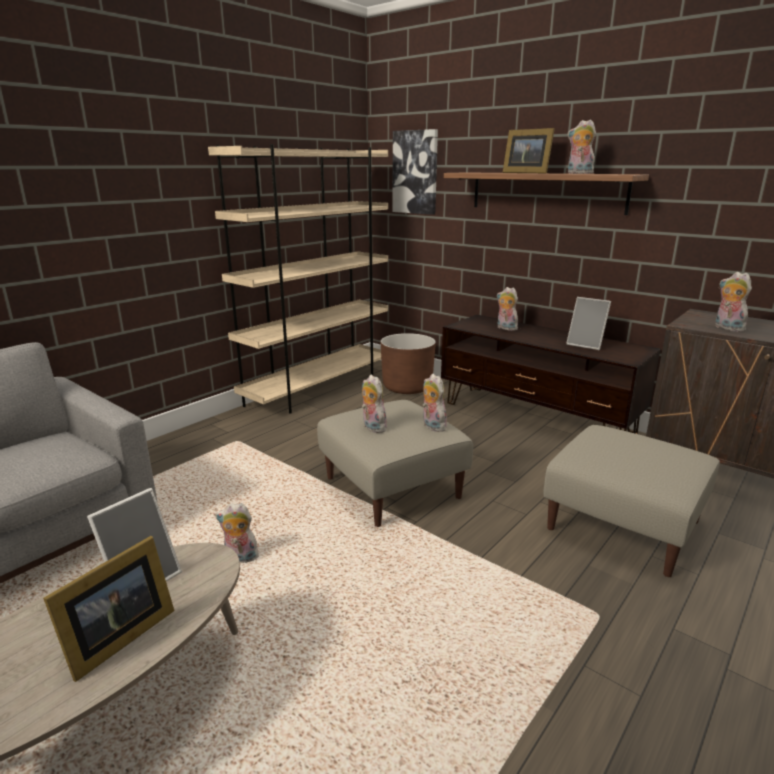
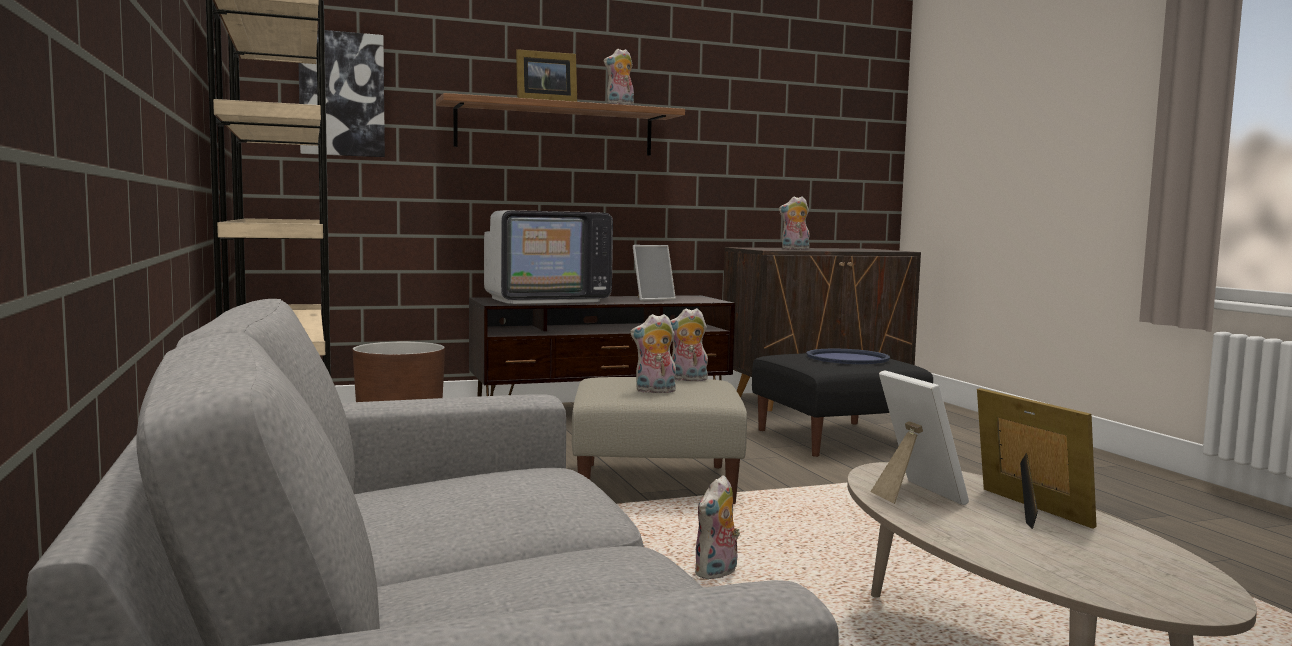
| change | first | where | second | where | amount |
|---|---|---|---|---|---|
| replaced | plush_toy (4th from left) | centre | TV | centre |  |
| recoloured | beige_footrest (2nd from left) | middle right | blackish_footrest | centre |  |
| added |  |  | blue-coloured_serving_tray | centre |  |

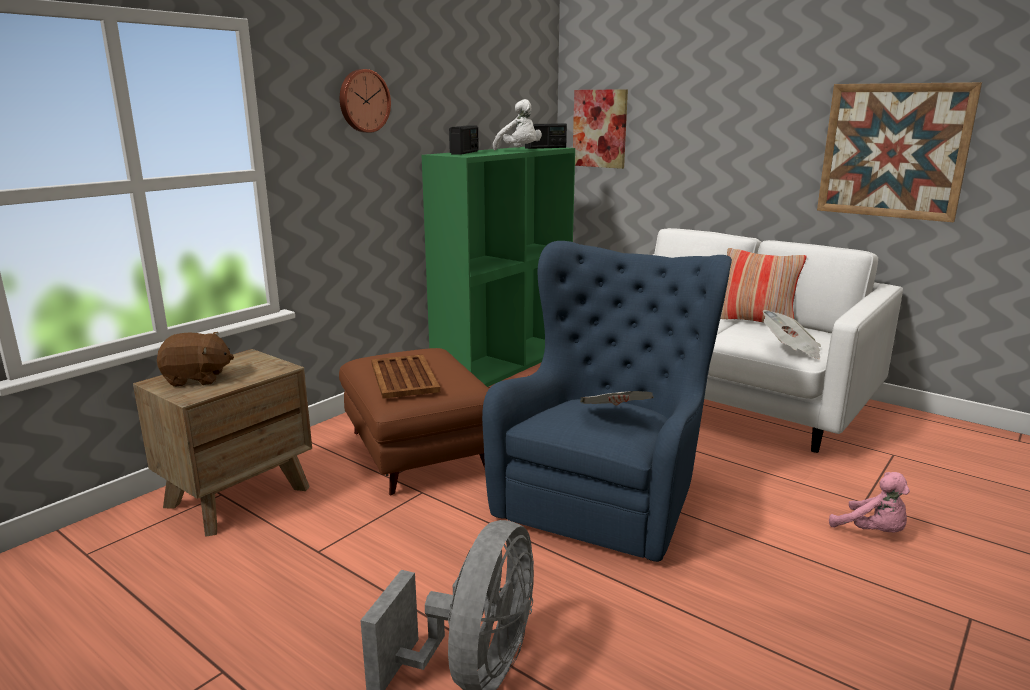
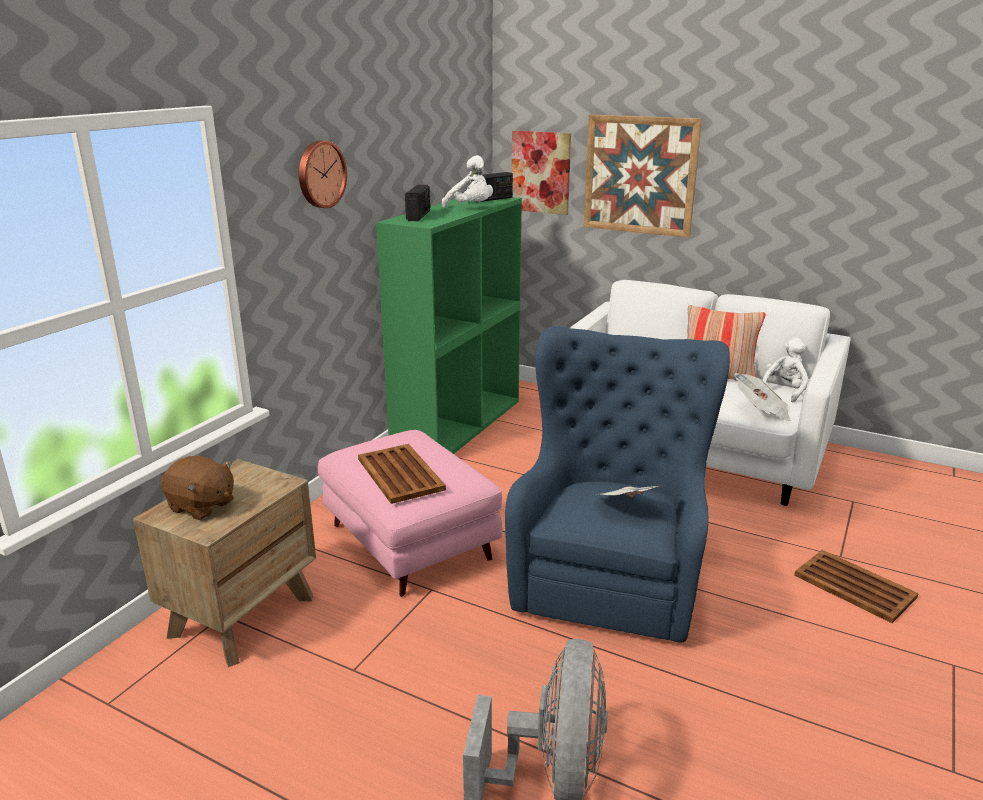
| change | first | where | second | where | amount |
|---|---|---|---|---|---|
| moved | wall_art (2nd from left) | top right |  | top centre |  |
| turned | brown-coloured_plush_toy | middle left |  | middle left | 45 degrees clockwise |
| recoloured | brown-coloured_footrest | centre | pink-coloured_footrest | centre |  |
| replaced | pink-coloured_plush_toy | bottom right | brown-coloured_serving_tray (2nd from left) | bottom right |  |
| added |  |  | whitish_plush_toy (2nd from left) | middle right |  |

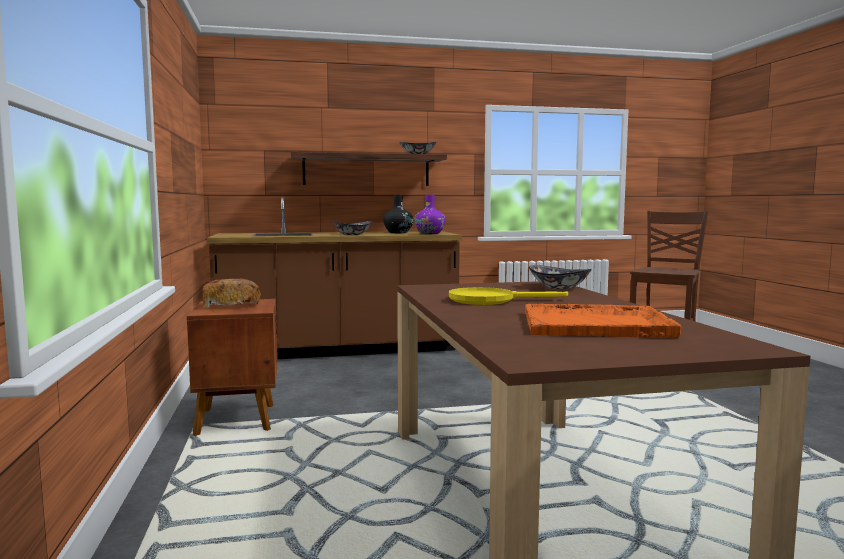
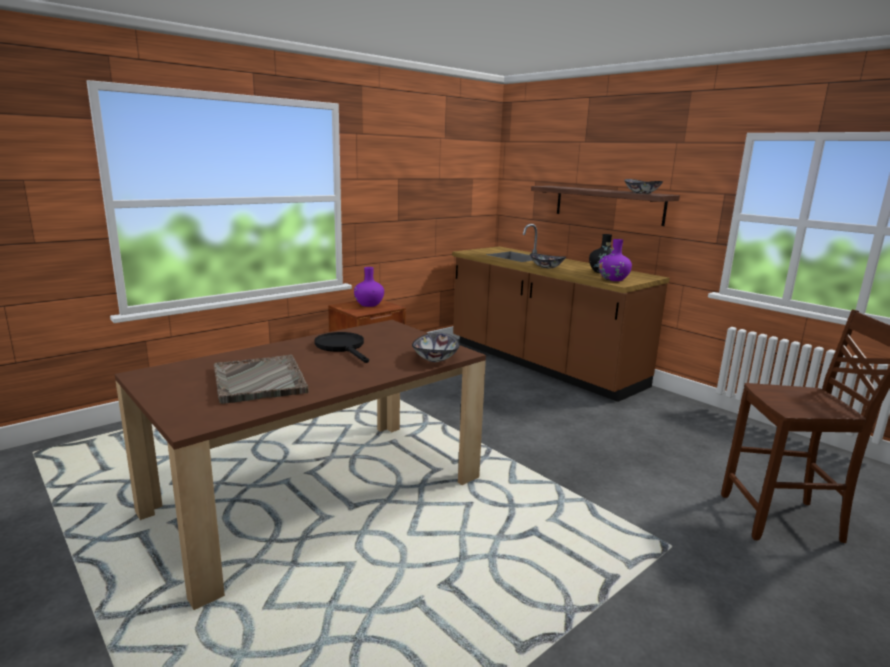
| change | first | where | second | where | amount |
|---|---|---|---|---|---|
| replaced | bread | middle left | purple-coloured_decorative_vase (1st from left) | centre |  |
| recoloured | yellowish_skillet | centre | blackish_skillet | centre |  |
| recoloured | orange_serving_tray | middle right | greyish_serving_tray | middle left |  |

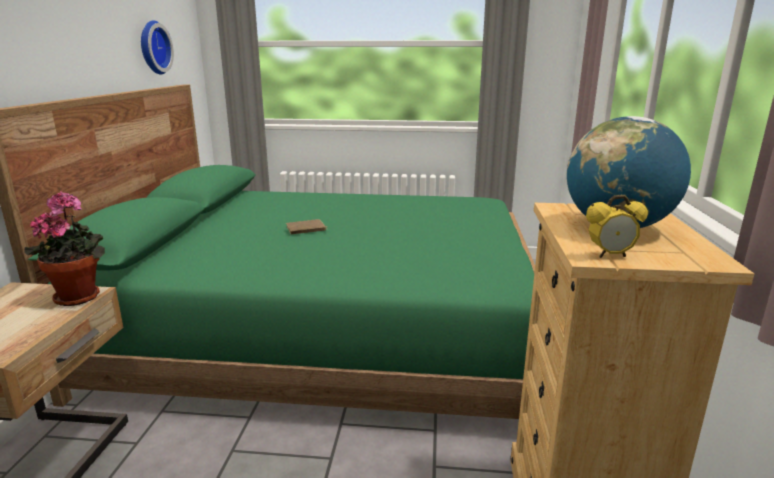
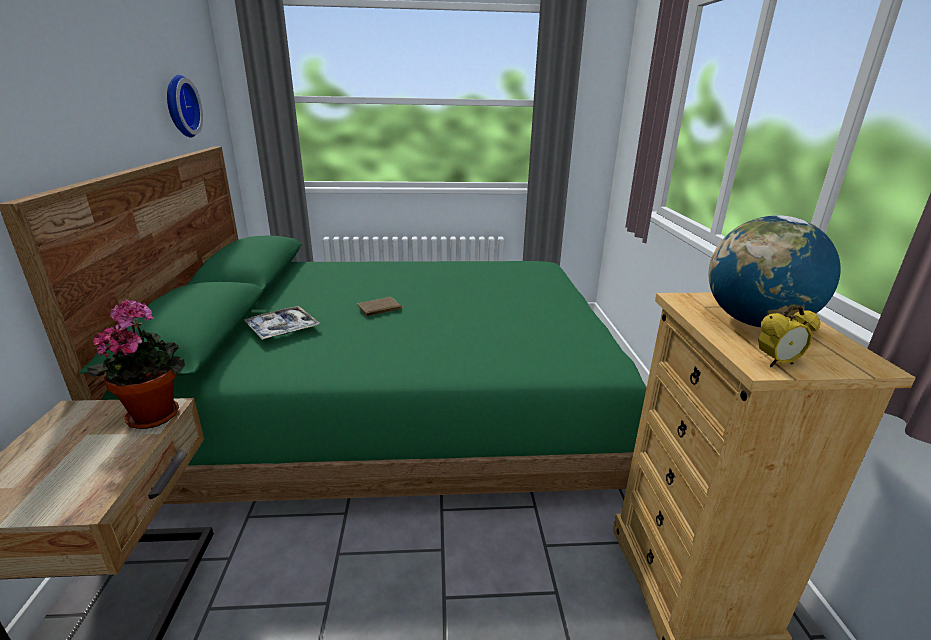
| change | first | where | second | where | amount |
|---|---|---|---|---|---|
| added |  |  | serving_tray | middle left |  |

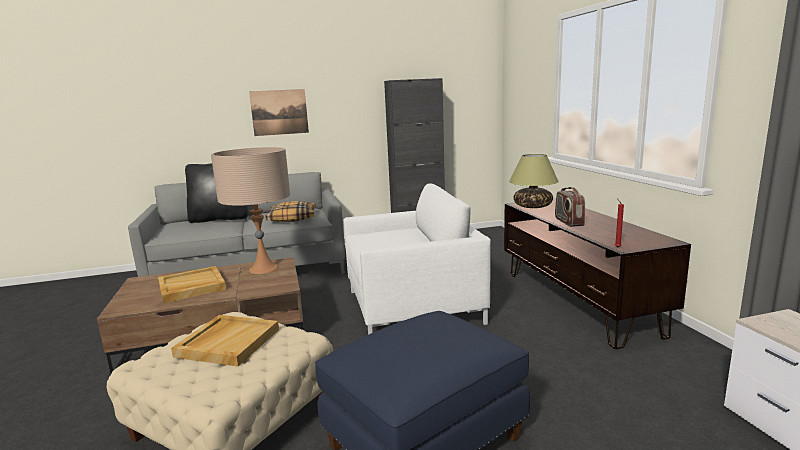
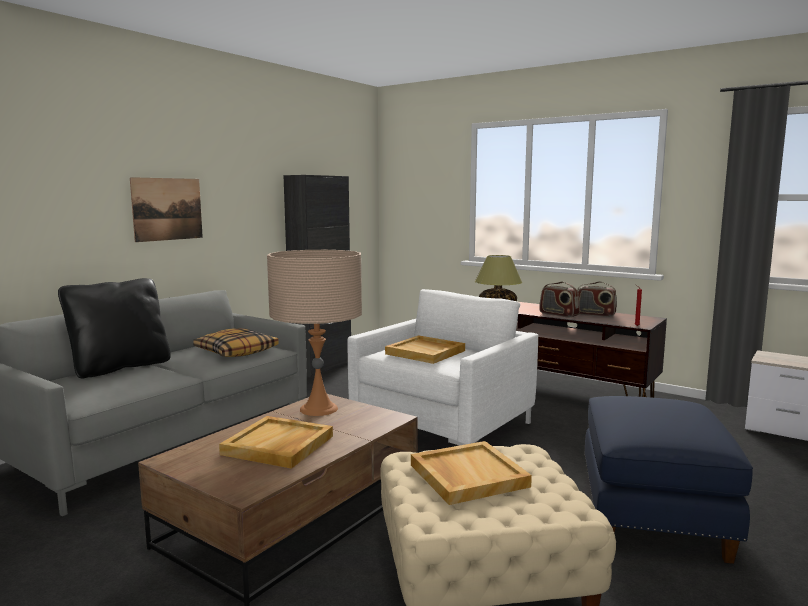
| change | first | where | second | where | amount |
|---|---|---|---|---|---|
| added |  |  | radio_set (2nd from left) | middle right |  |
| added |  |  | beige_serving_tray (2nd from left) | centre |  |

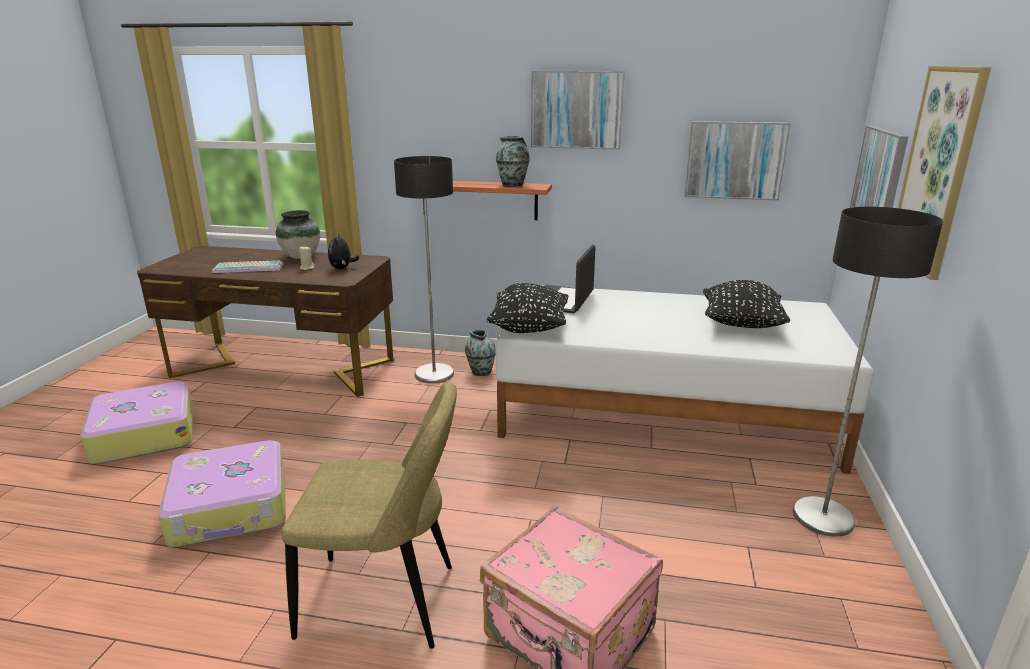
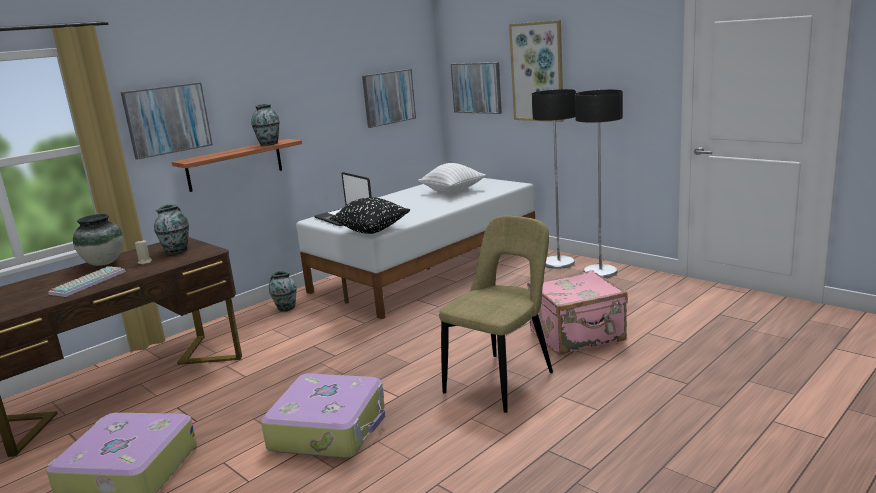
| change | first | where | second | where | amount |
|---|---|---|---|---|---|
| moved | wall_art (1st from left) | top centre |  | top left |  |
| moved | standard_lamp (1st from left in the first image) | centre | standard_lamp (2nd from left) | middle right |  |
| replaced | plush_toy | middle left | decorative_vase (2nd from left) | middle left |  |
| recoloured | blackish_pillow (2nd from left) | middle right | whitish_pillow | centre |  |

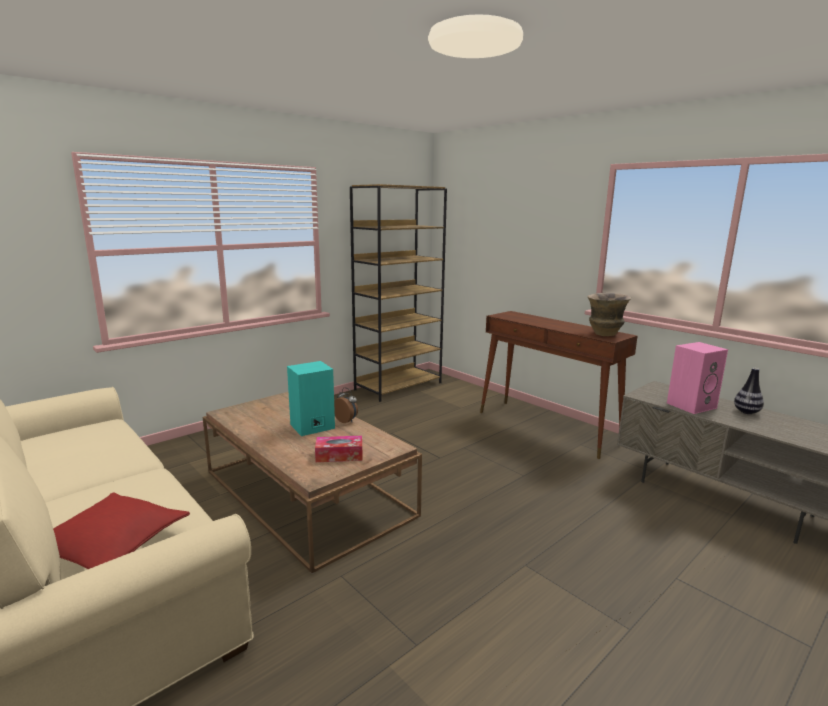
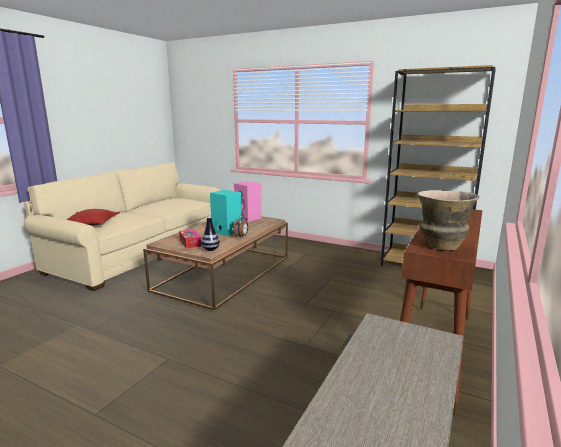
| change | first | where | second | where | amount |
|---|---|---|---|---|---|
| moved | pink-coloured_speaker | middle right |  | centre |  |
| moved | decorative_vase (2nd from left in the first image) | middle right | decorative_vase (1st from left) | centre |  |

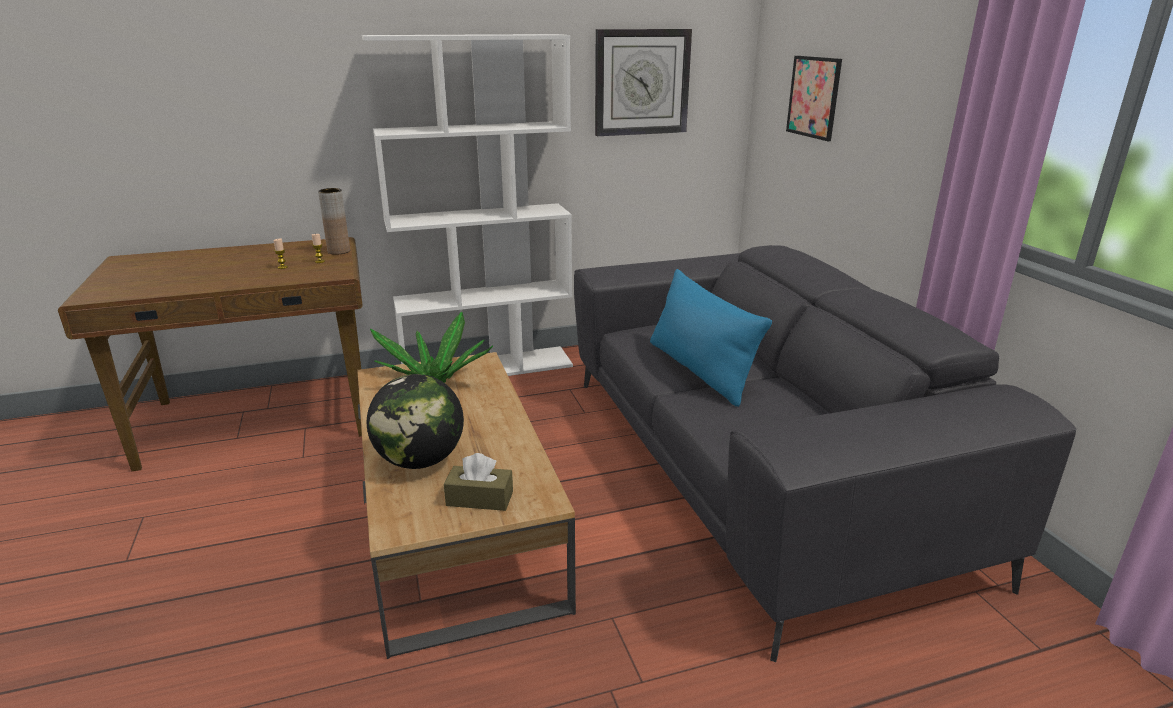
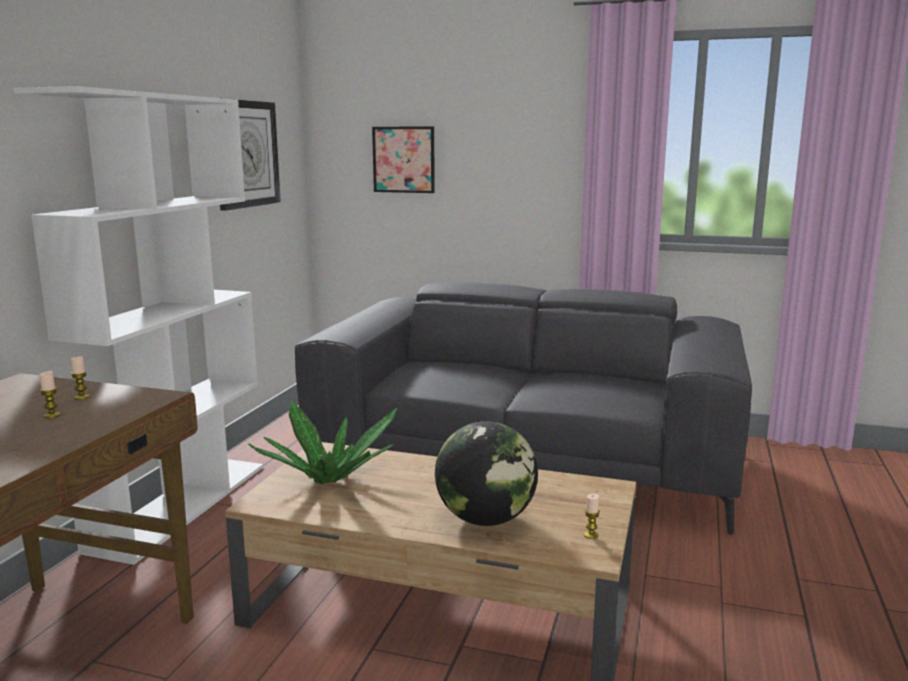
| change | first | where | second | where | amount |
|---|---|---|---|---|---|
| removed | brown-coloured_decorative_vase | top left |  |  |  |
| removed | blue-coloured_pillow | centre |  |  |  |
| removed | brown-coloured_tissue_holder | bottom centre |  |  |  |
| added |  |  | wax_candle (3rd from left) | bottom centre |  |

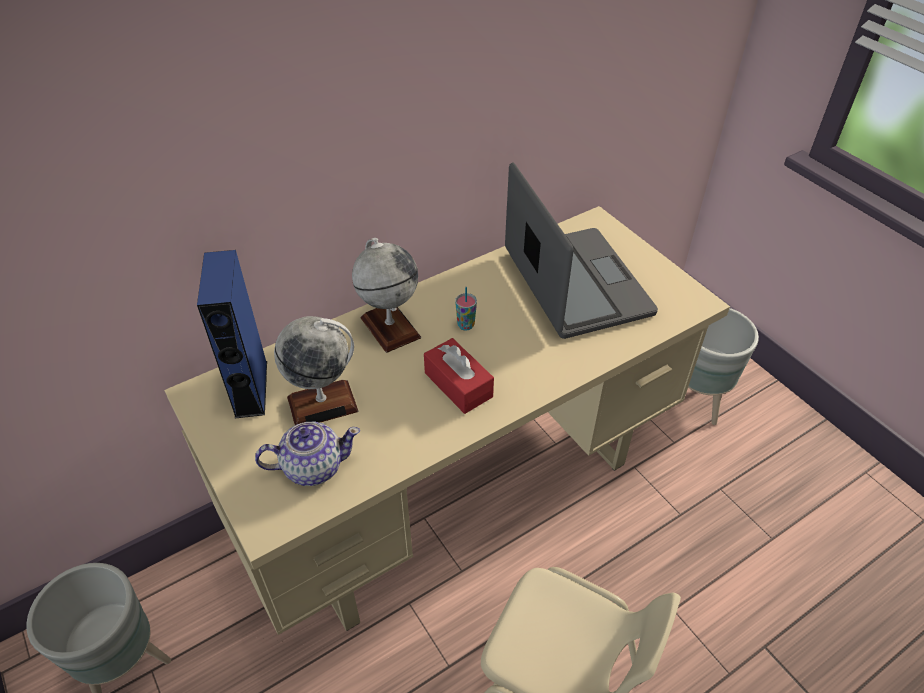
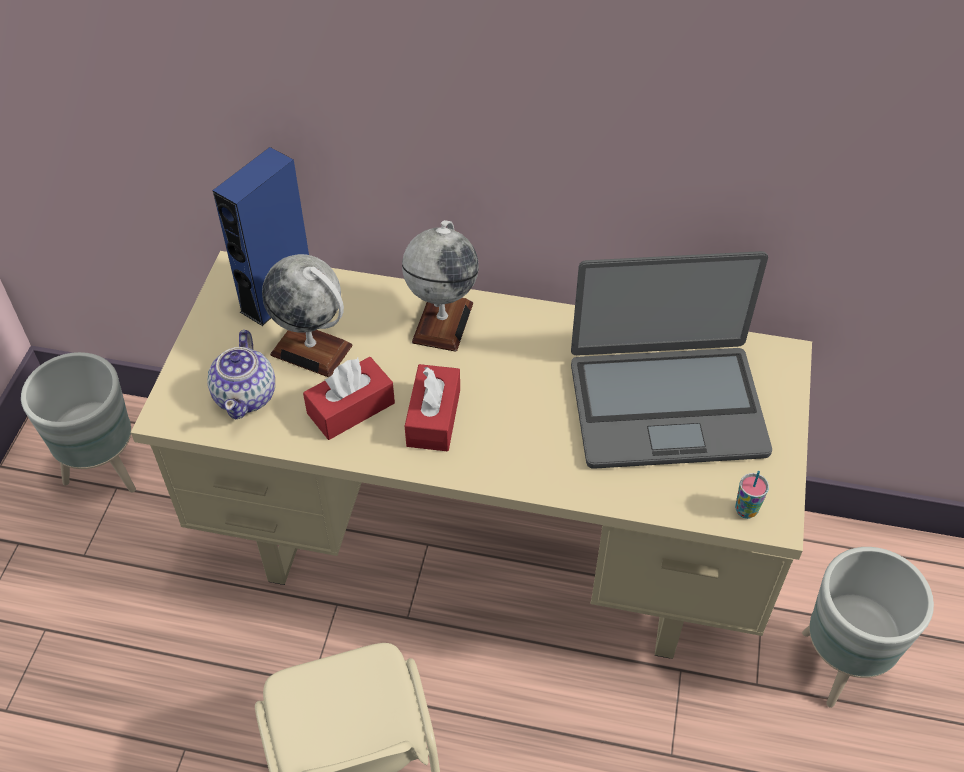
| change | first | where | second | where | amount |
|---|---|---|---|---|---|
| turned | portable_computer | centre |  | middle right | 60 degrees clockwise |
| moved | drinking_cup | centre |  | middle right |  |
| turned | tea_pot | middle left |  | middle left | 60 degrees clockwise |
| added |  |  | red_tissue_holder (1st from left) | centre |  |

